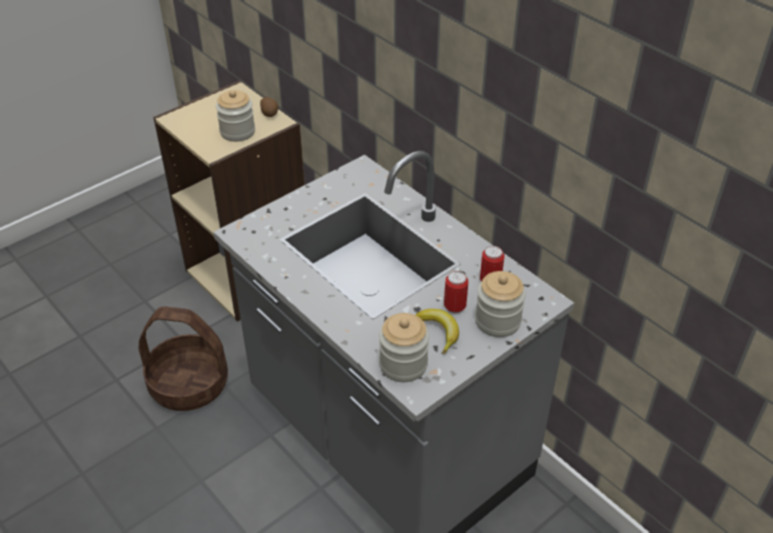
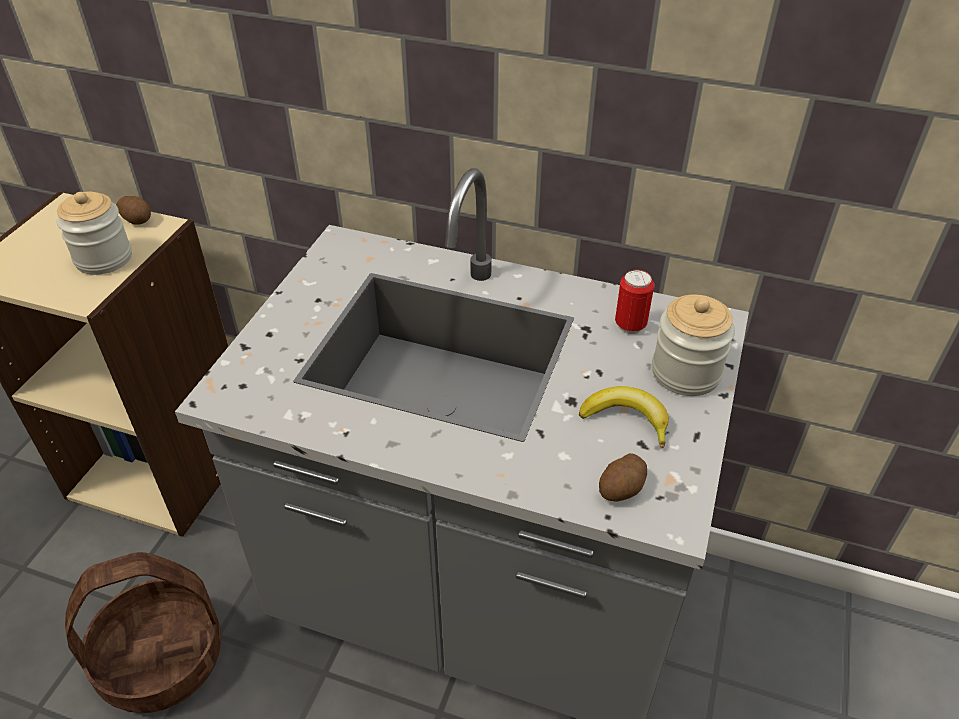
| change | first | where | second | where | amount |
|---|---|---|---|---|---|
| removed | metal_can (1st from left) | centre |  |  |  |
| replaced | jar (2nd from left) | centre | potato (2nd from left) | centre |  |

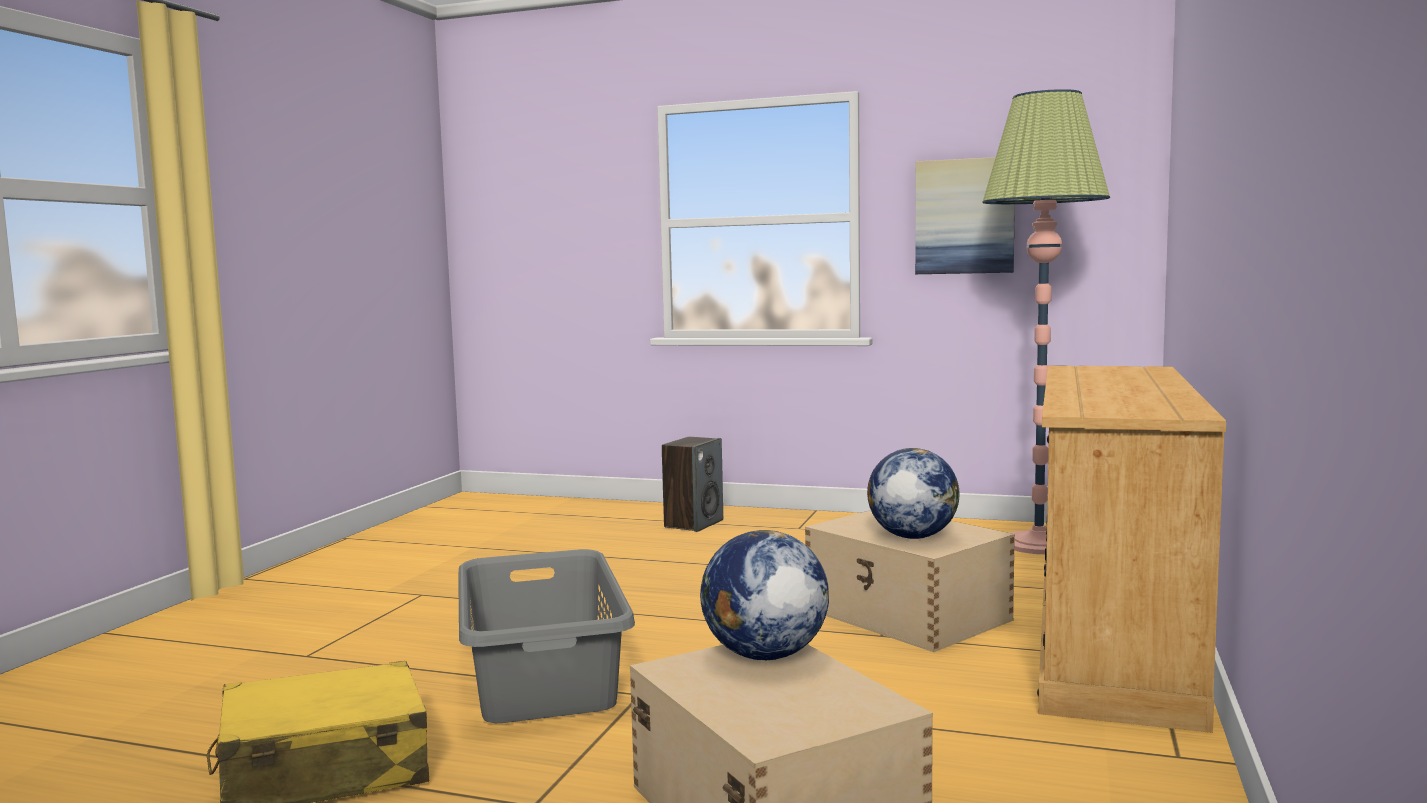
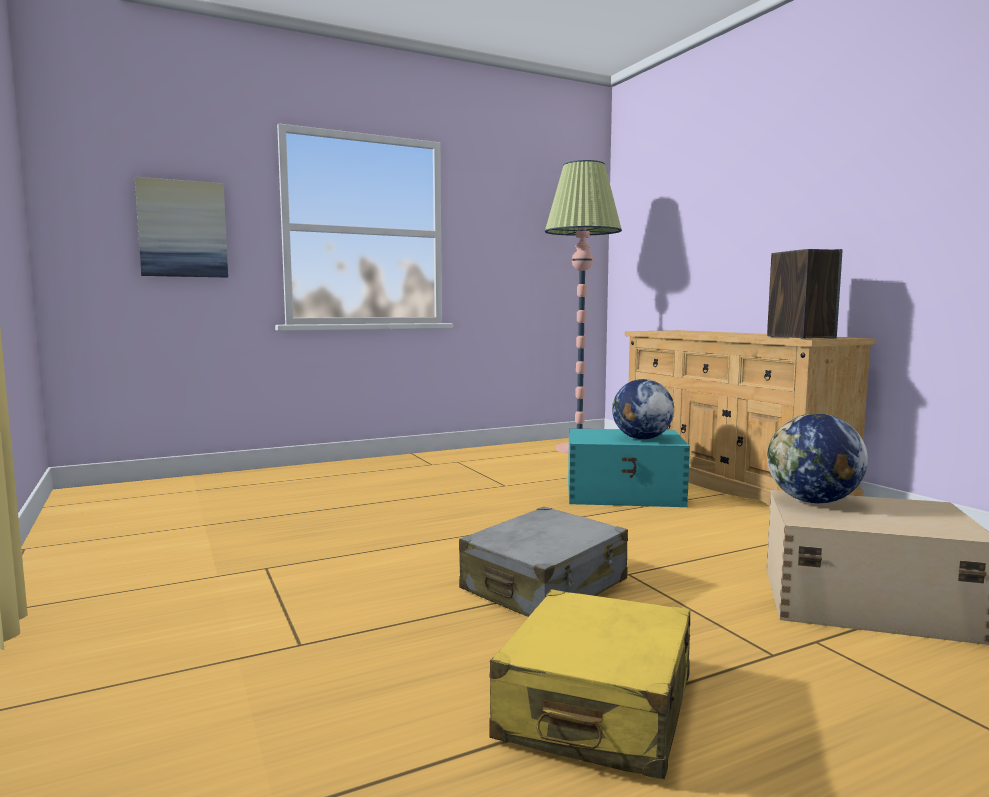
| change | first | where | second | where | amount |
|---|---|---|---|---|---|
| moved | wall_art | top right |  | top left |  |
| moved | speaker | centre |  | middle right |  |
| recoloured | beige_storage_box (2nd from left) | bottom centre | turquoise-coloured_storage_box | centre |  |
| replaced | greyish_washing_basket | bottom centre | greyish_piece_of_luggage | bottom centre |  |

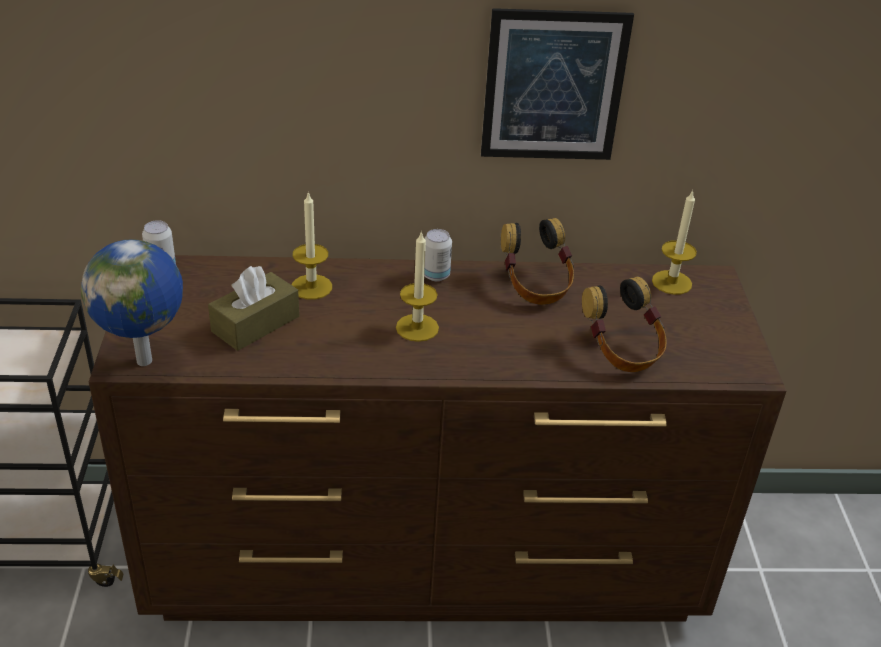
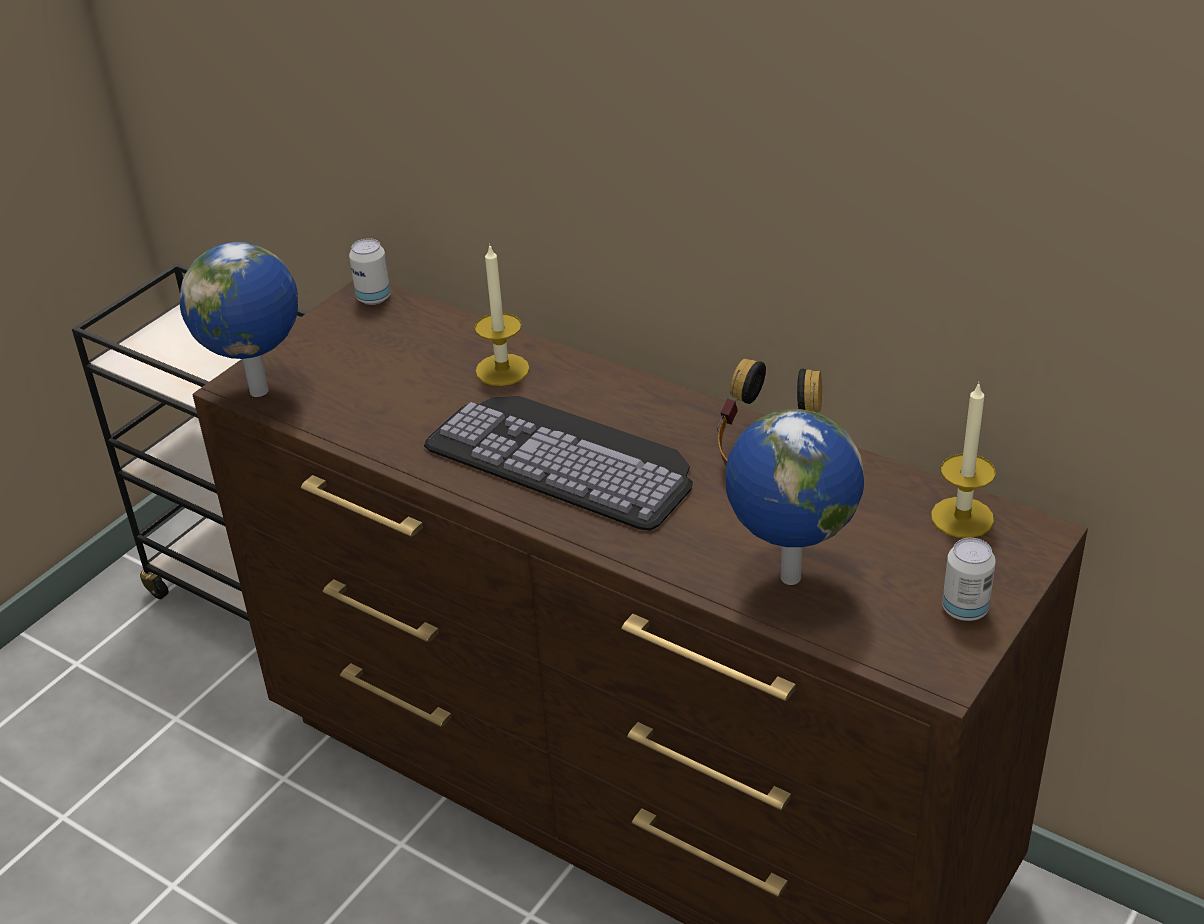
| change | first | where | second | where | amount |
|---|---|---|---|---|---|
| removed | wall_art | top centre |  |  |  |
| moved | metal_can (2nd from left) | centre |  | middle right |  |
| replaced | wax_candle (2nd from left) | centre | computer_keyboard | centre |  |
| removed | brown-coloured_tissue_holder | middle left |  |  |  |
| replaced | pair_of_headphones (2nd from left) | middle right | world_globe (2nd from left) | centre |  |

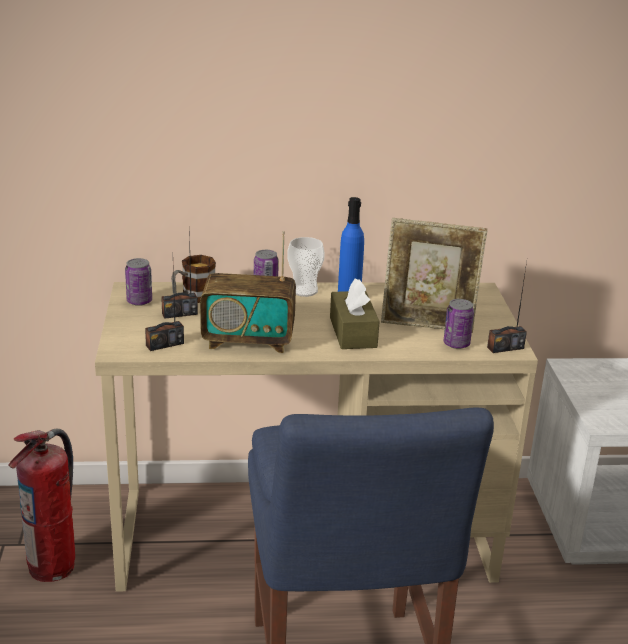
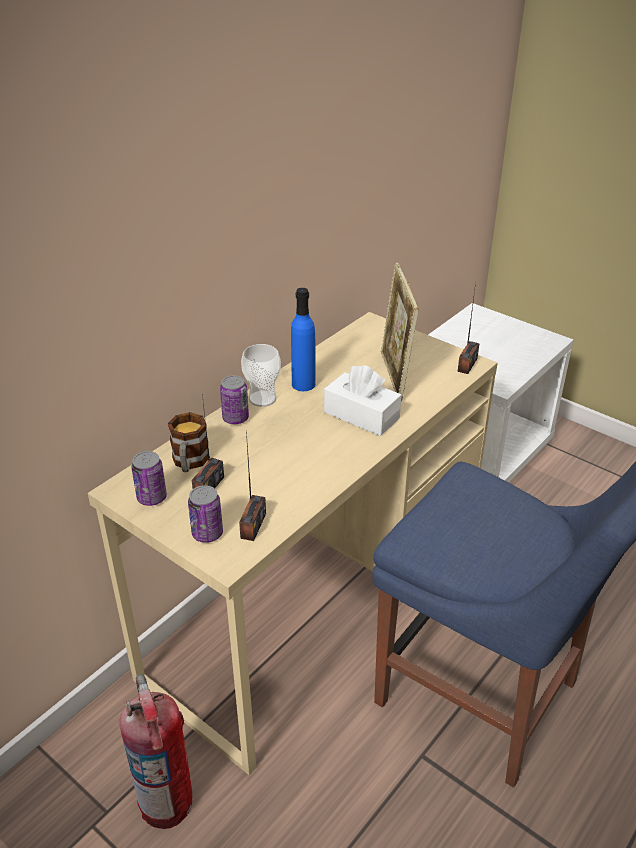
| change | first | where | second | where | amount |
|---|---|---|---|---|---|
| turned | photo_frame | middle right |  | centre | 120 degrees clockwise |
| removed | radio_set (3rd from left) | centre |  |  |  |
| recoloured | brown-coloured_tissue_holder | centre | whitish_tissue_holder | centre |  |
| moved | metal_can (3rd from left in the first image) | middle right | metal_can (2nd from left) | middle left |  |

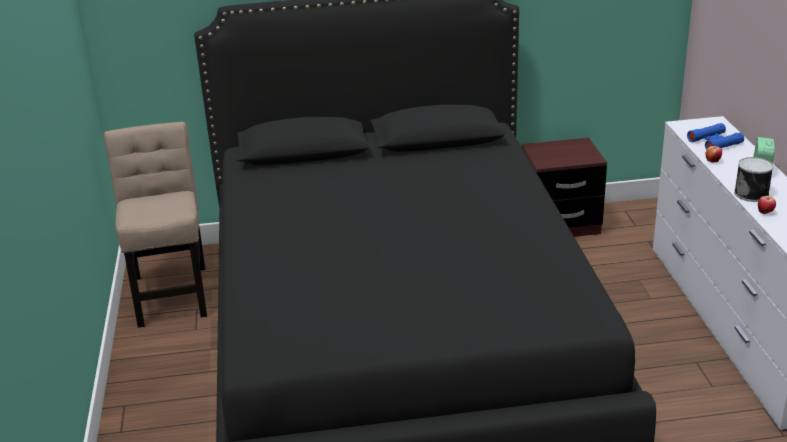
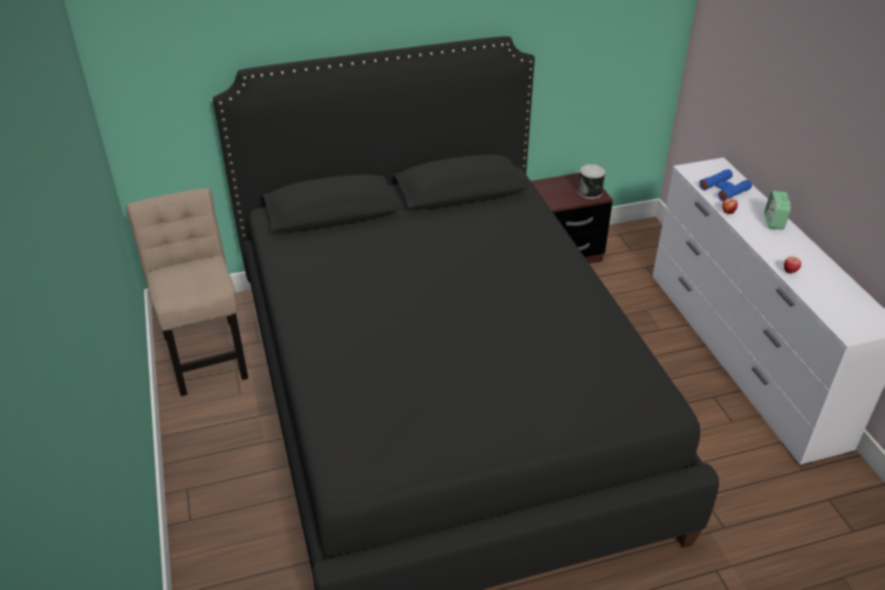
| change | first | where | second | where | amount |
|---|---|---|---|---|---|
| moved | metal_can | middle right |  | top right |  |

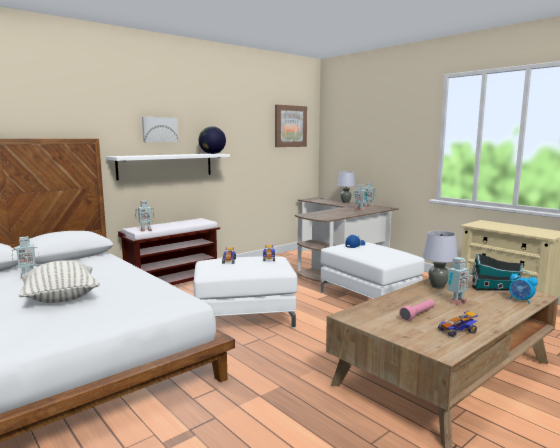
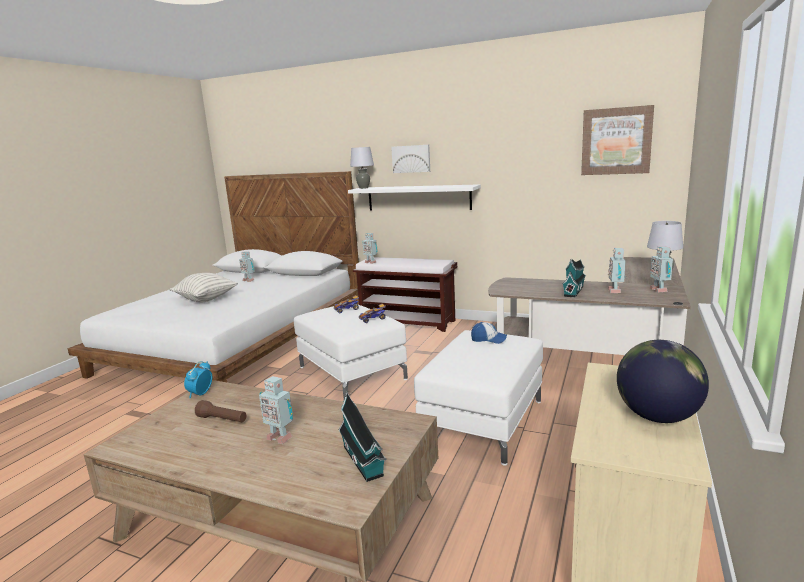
| change | first | where | second | where | amount |
|---|---|---|---|---|---|
| moved | world_globe | top centre |  | middle right |  |
| moved | greyish_table_lamp (2nd from left in the first image) | middle right | greyish_table_lamp (1st from left) | top centre |  |
| moved | alarm_clock | middle right |  | middle left |  |
| recoloured | pink-coloured_hand_torch | bottom right | brown-coloured_hand_torch | bottom left |  |
| removed | model_car (3rd from left) | bottom right |  |  |  |
| added |  |  | model_house (2nd from left) | middle right |  |

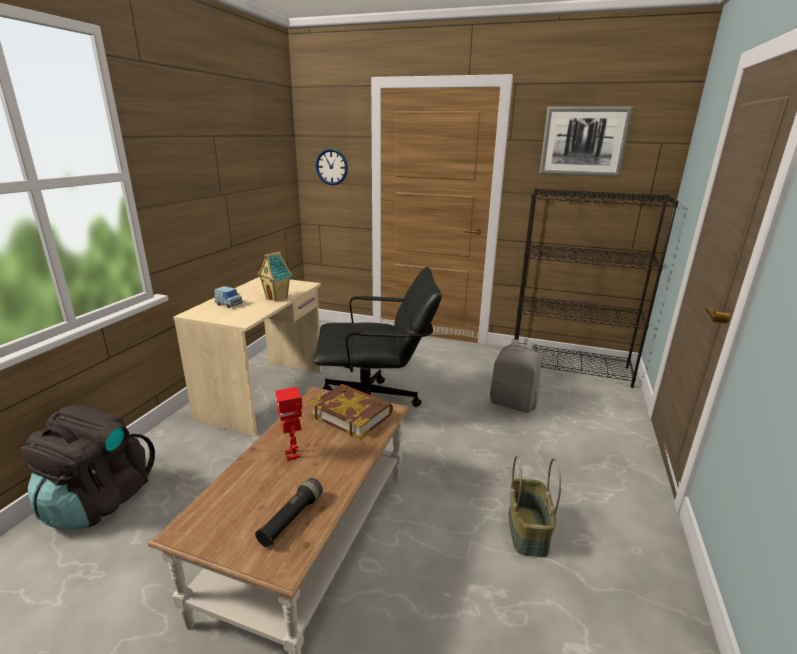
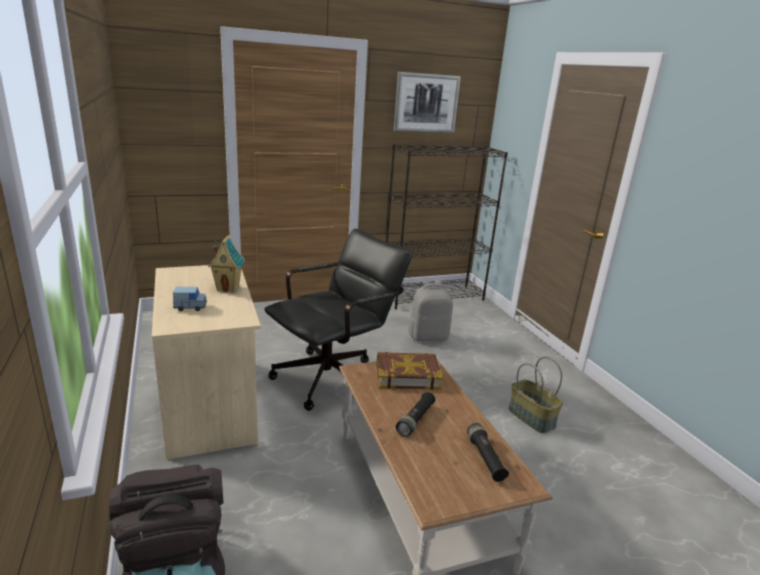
| change | first | where | second | where | amount |
|---|---|---|---|---|---|
| removed | clock_on_the_wall | top centre |  |  |  |
| replaced | robot_figure | centre | blackish_hand_torch (1st from left) | bottom centre |  |

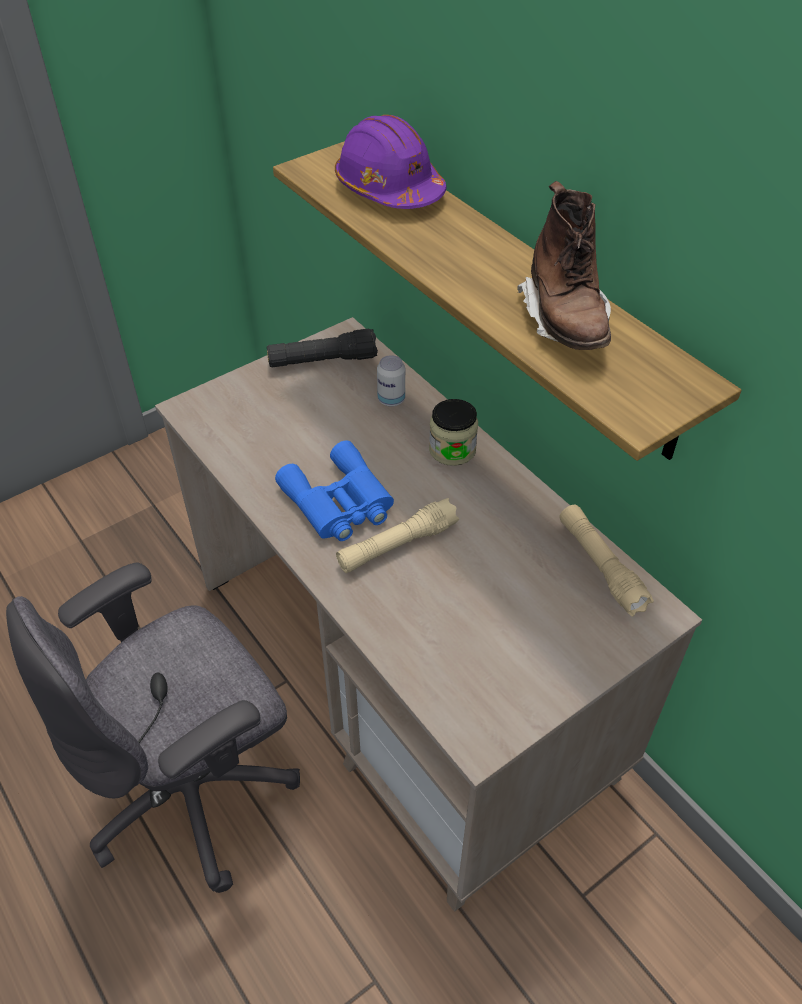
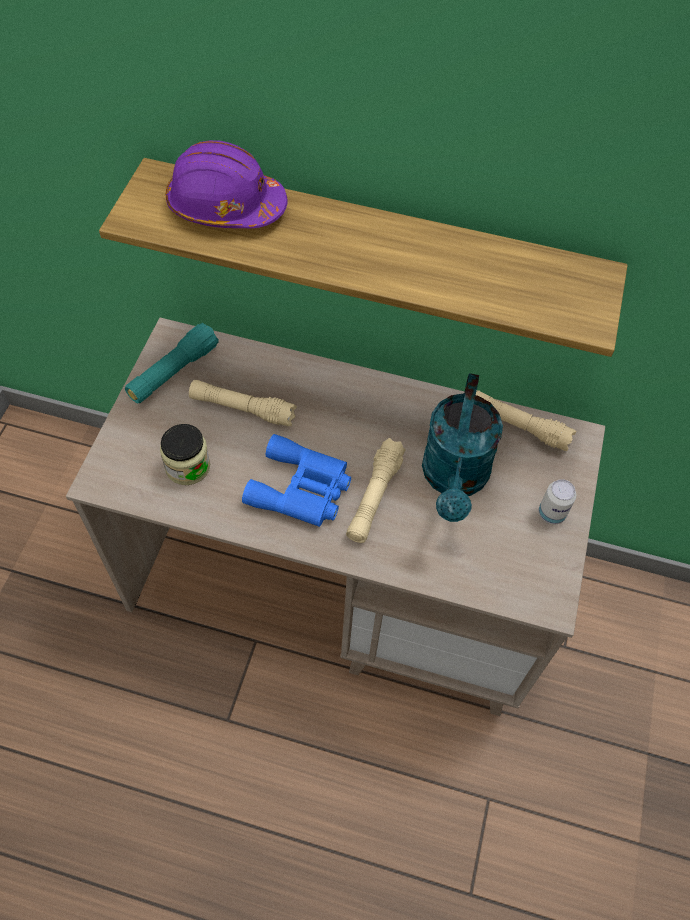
| change | first | where | second | where | amount |
|---|---|---|---|---|---|
| removed | brown-coloured_high-top_boot | top right |  |  |  |
| recoloured | blackish_hand_torch | centre | turquoise-coloured_hand_torch | middle left |  |
| moved | metal_can | centre |  | middle right |  |
| moved | jar | centre |  | middle left |  |
| removed | greyish_desk_chair | bottom left |  |  |  |
| added |  |  | turquoise-coloured_sprinkling_can | middle right |  |
| added |  |  | beige_hand_torch (1st from left) | centre |  |

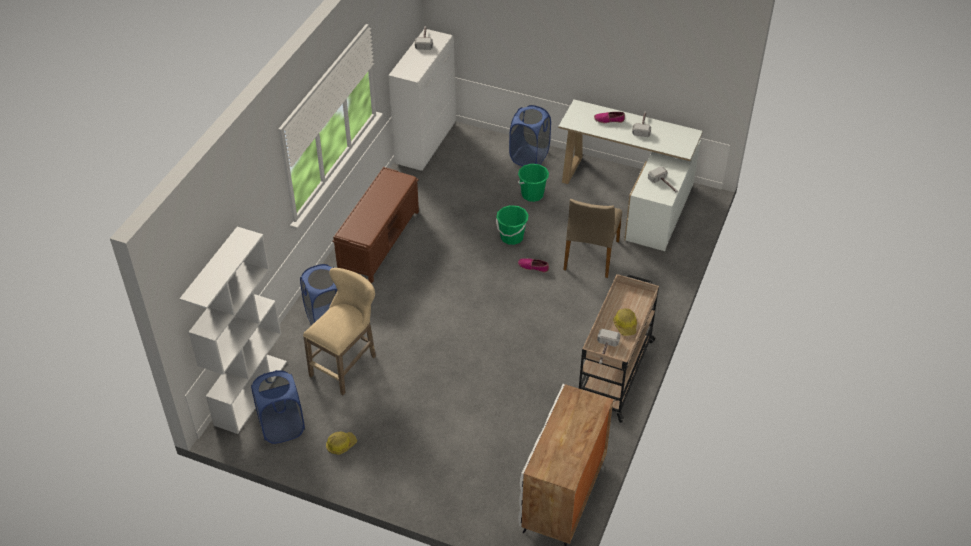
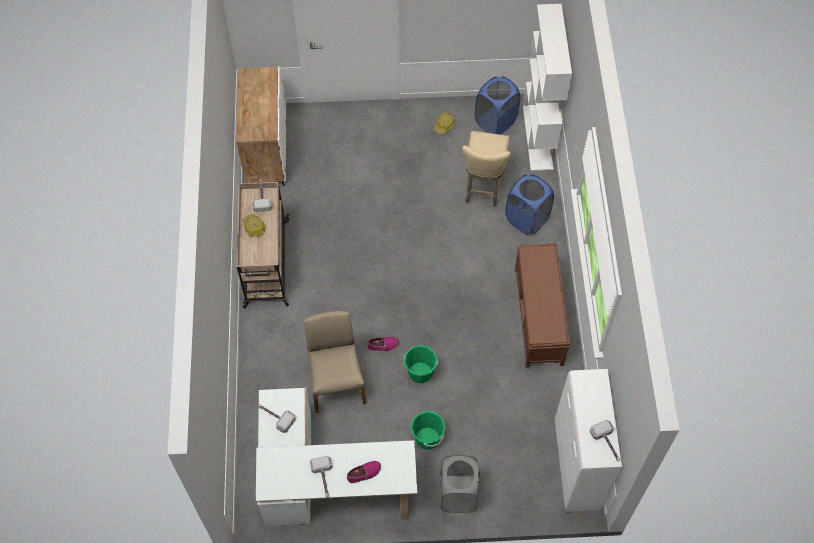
| change | first | where | second | where | amount |
|---|---|---|---|---|---|
| recoloured | blue-coloured_washing_basket (3rd from left) | top centre | greyish_washing_basket | bottom centre |  |

